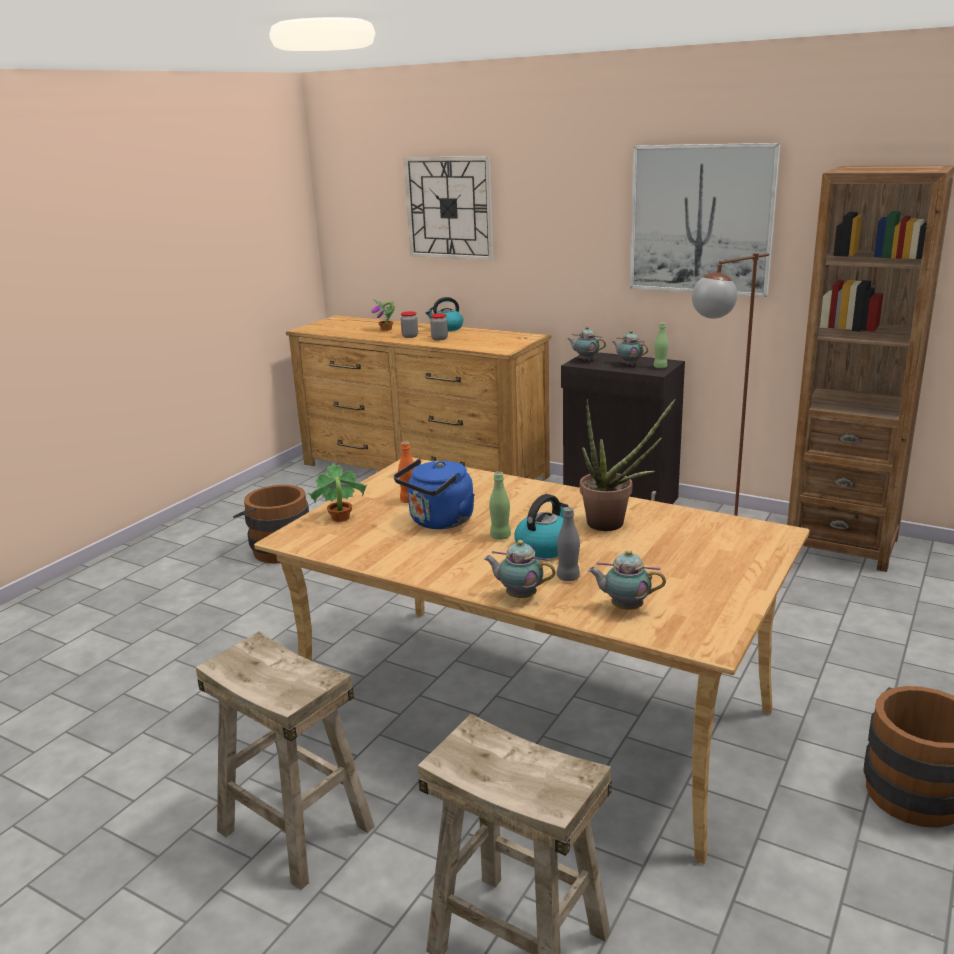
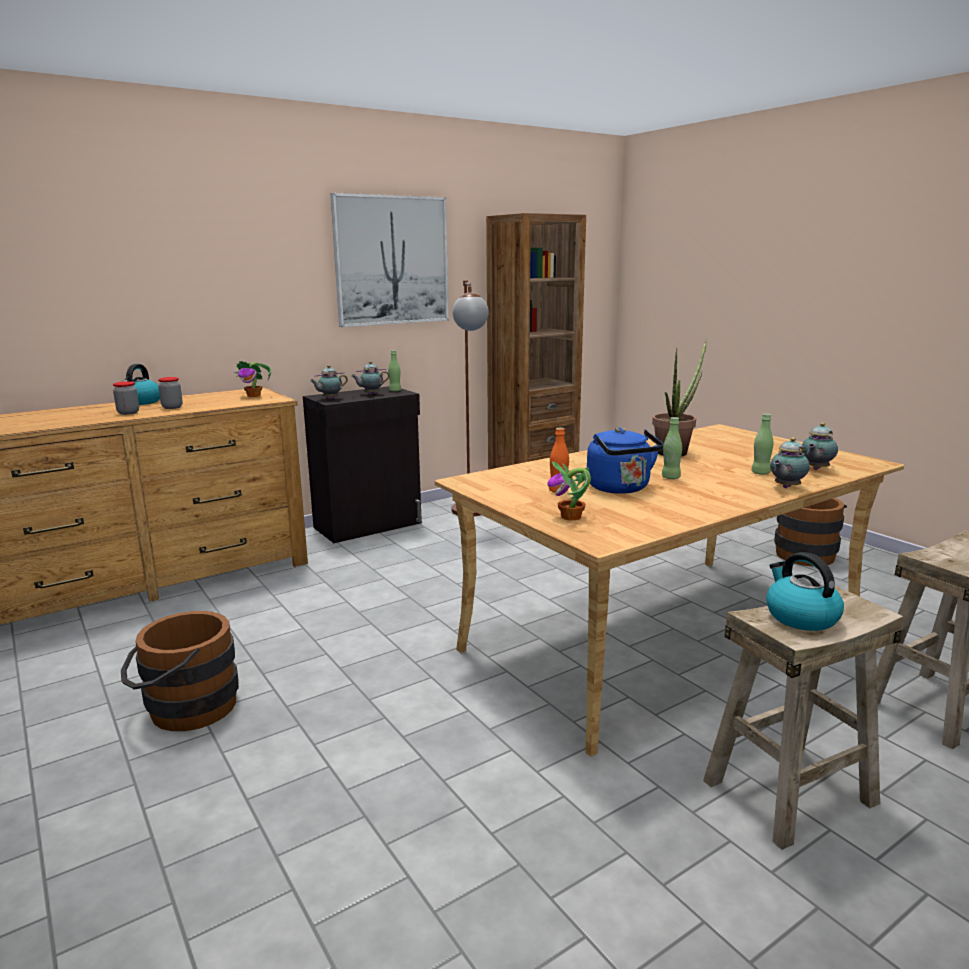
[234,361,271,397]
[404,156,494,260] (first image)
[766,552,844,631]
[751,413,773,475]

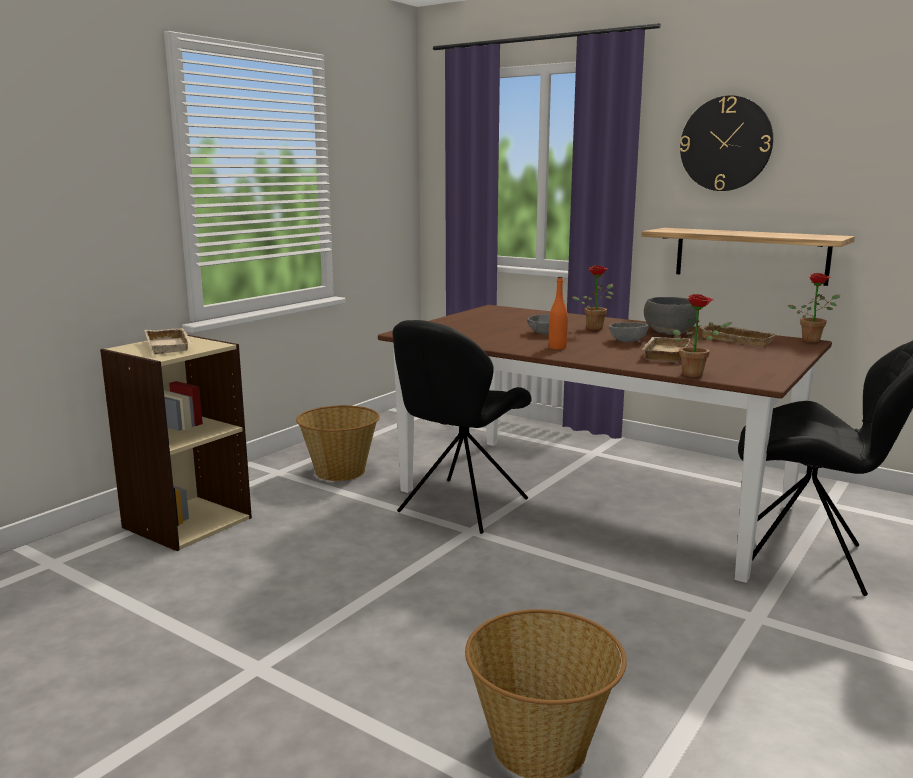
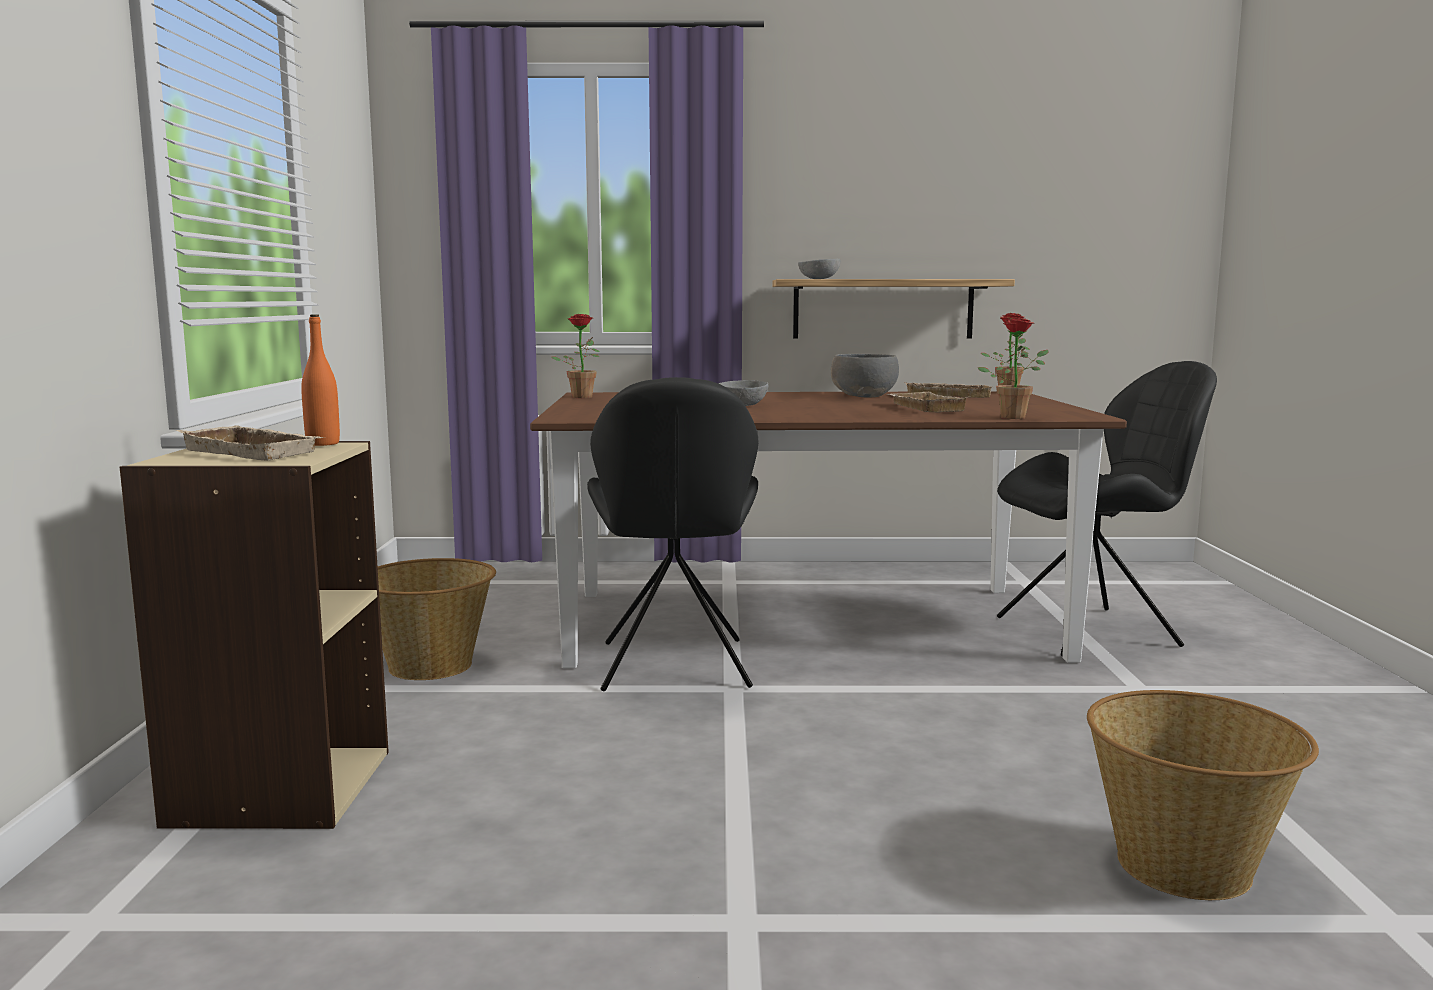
[301,315,340,446]
[552,314,600,398]
[798,258,840,279]
[680,95,773,191] (first image)

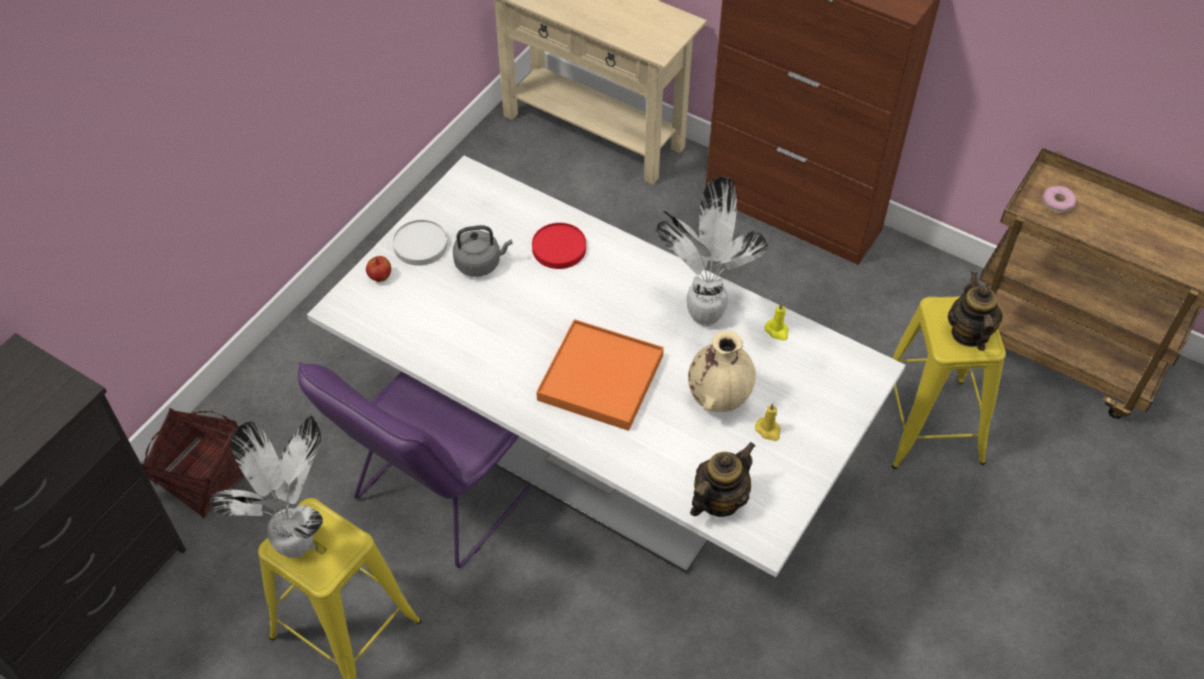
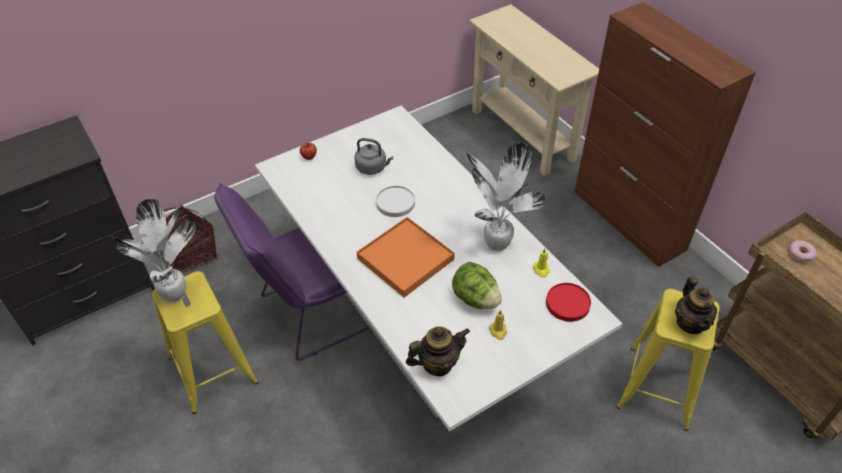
[376,186,415,217]
[546,283,591,322]
[452,262,502,309]
[675,276,717,334]

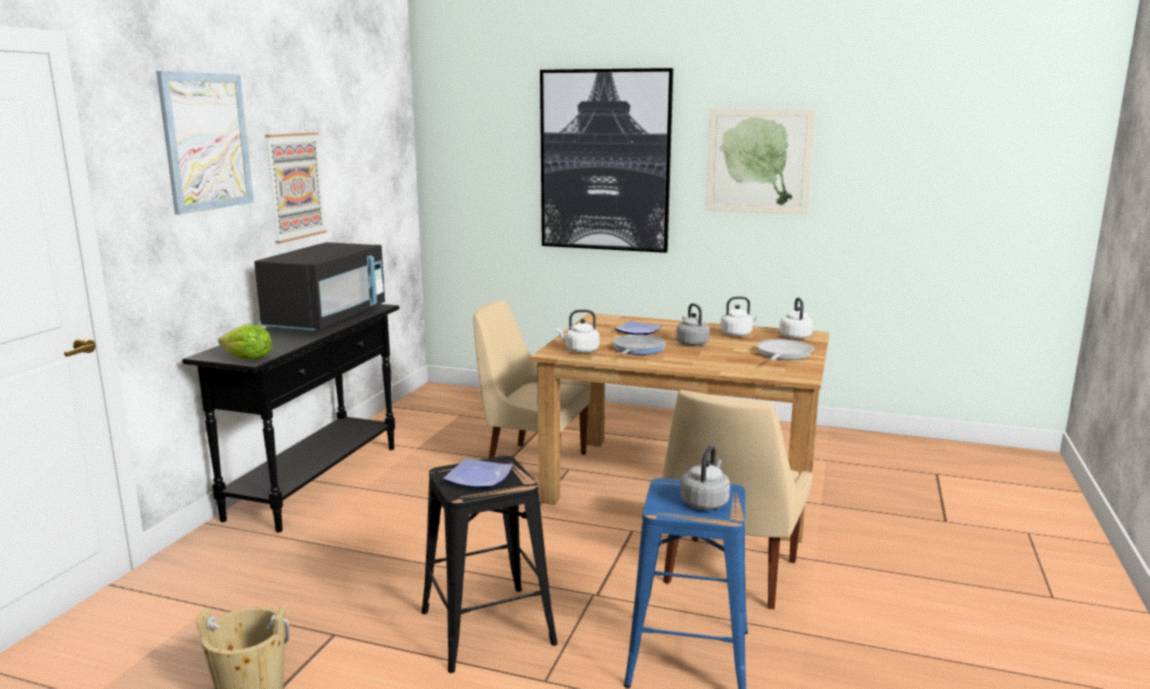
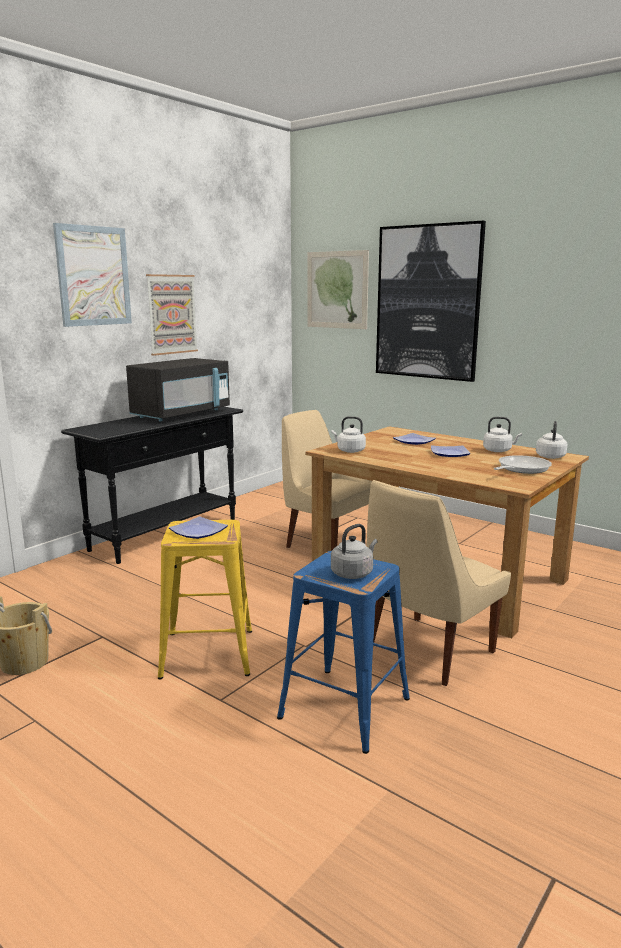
[218,324,272,360] (first image)
[158,520,252,679]
[613,335,666,355] (first image)
[431,445,470,457]
[307,250,369,329]

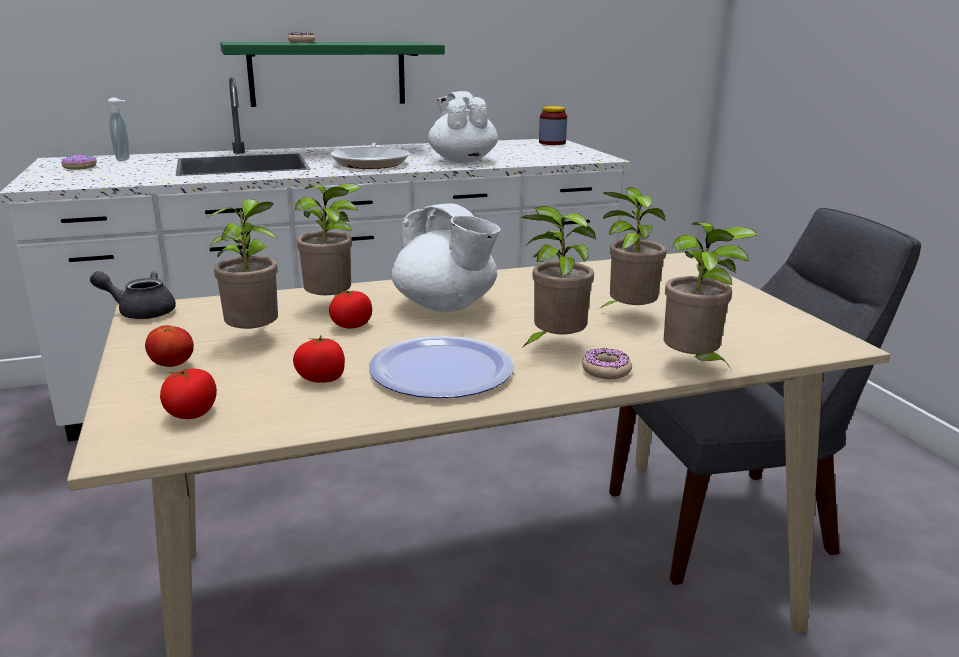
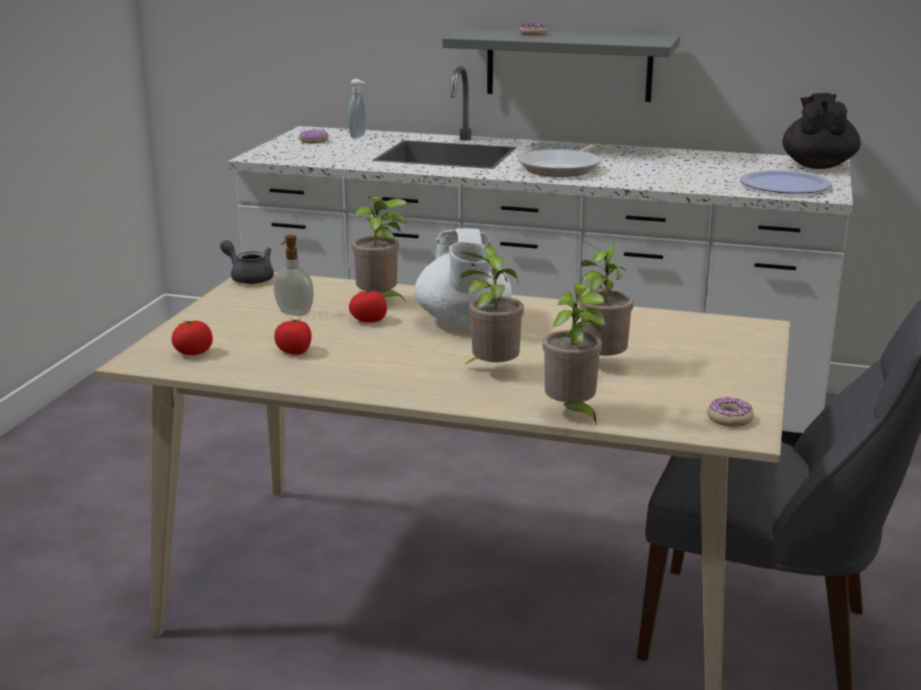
[145,325,194,367] (first image)
[274,235,314,316]
[442,28,680,102]
[740,170,832,194]
[428,91,498,163] (first image)
[782,93,861,169]
[707,397,754,427]

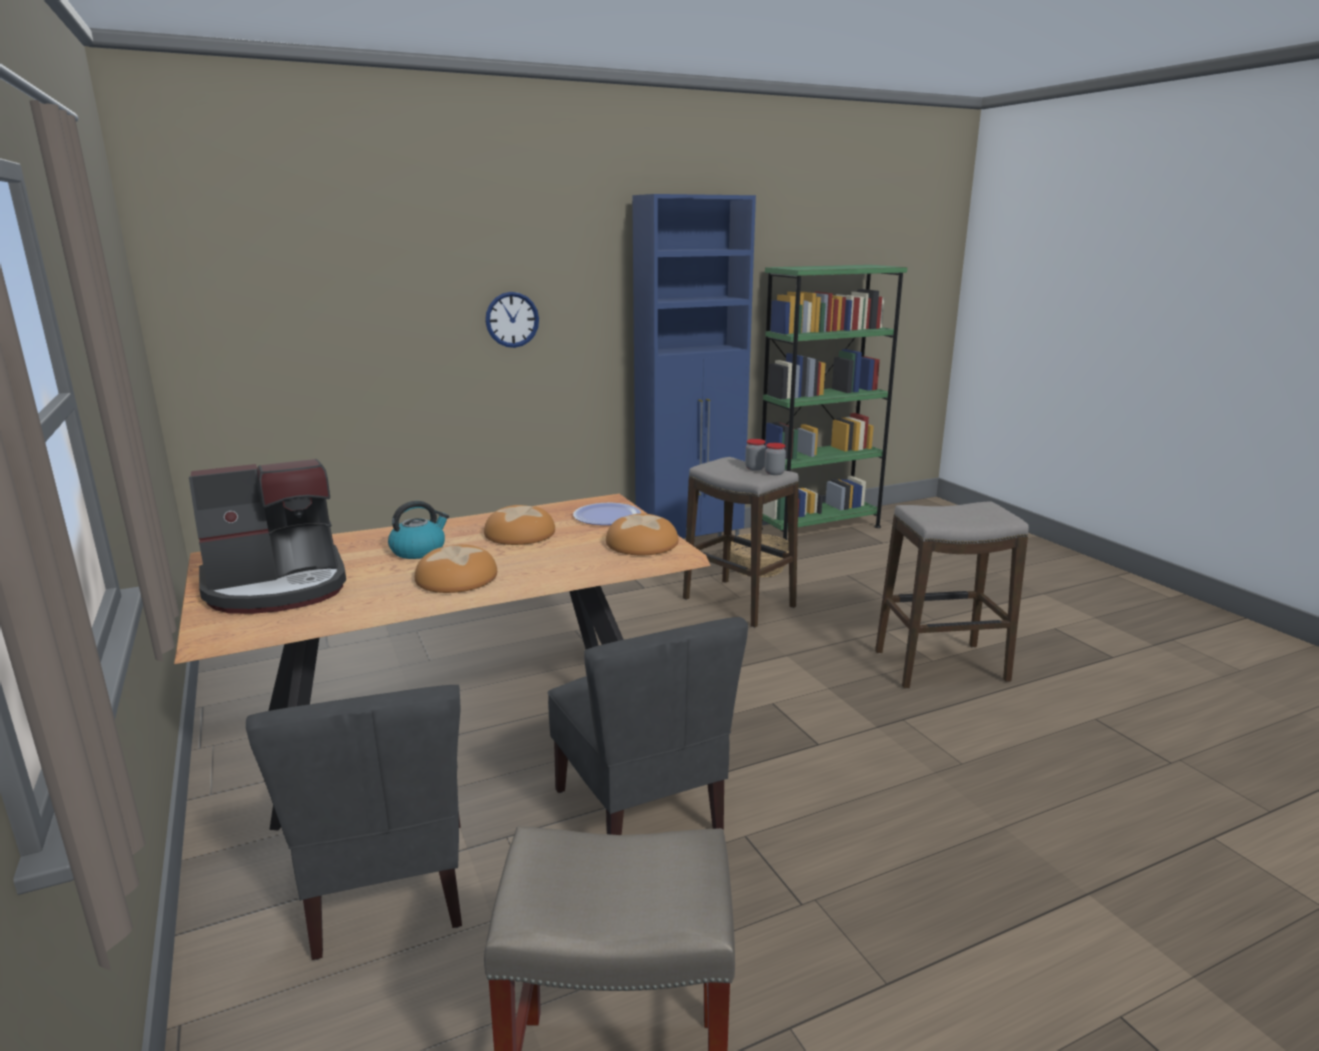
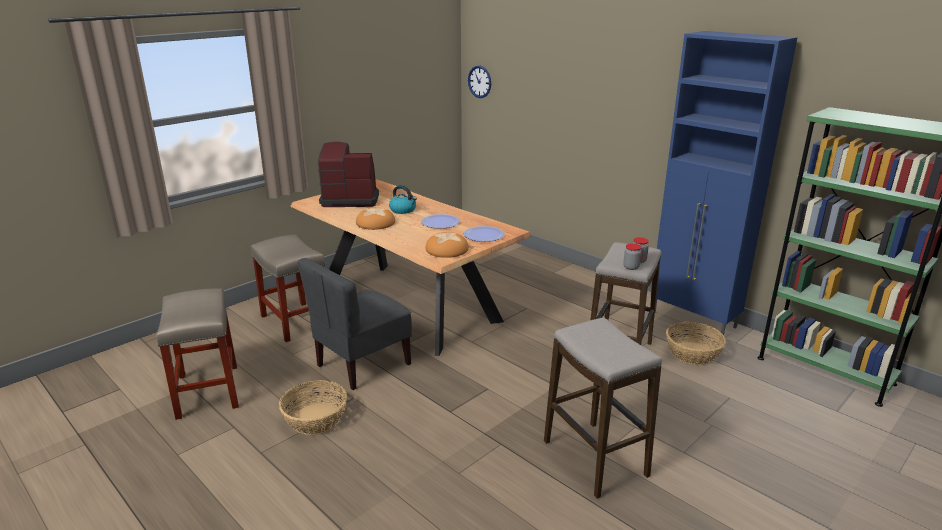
[318,142,379,207]
[251,235,325,342]
[421,214,460,229]
[468,66,491,98]
[279,380,347,435]

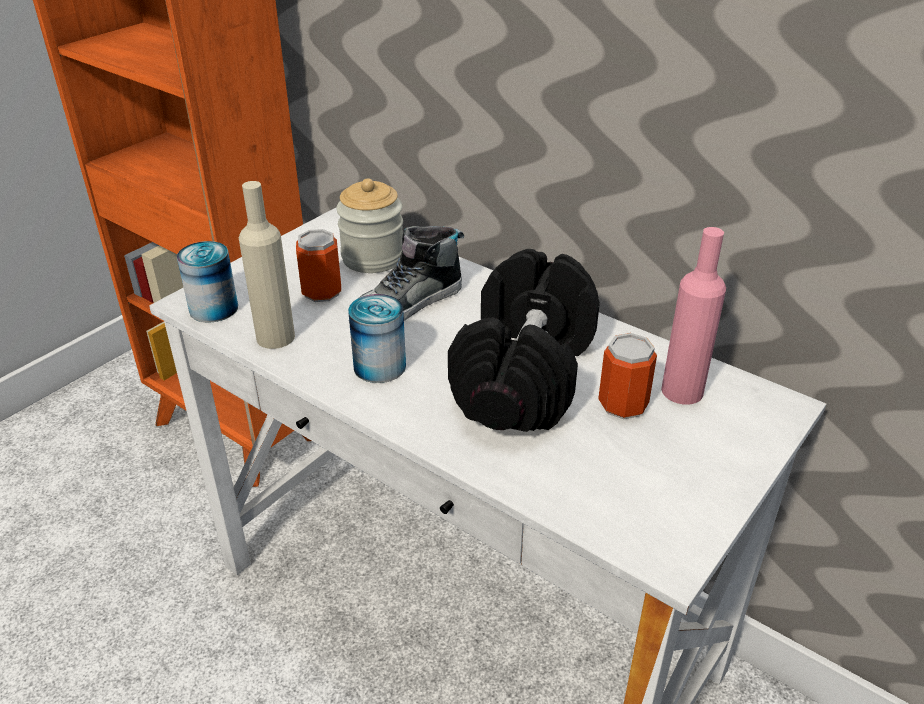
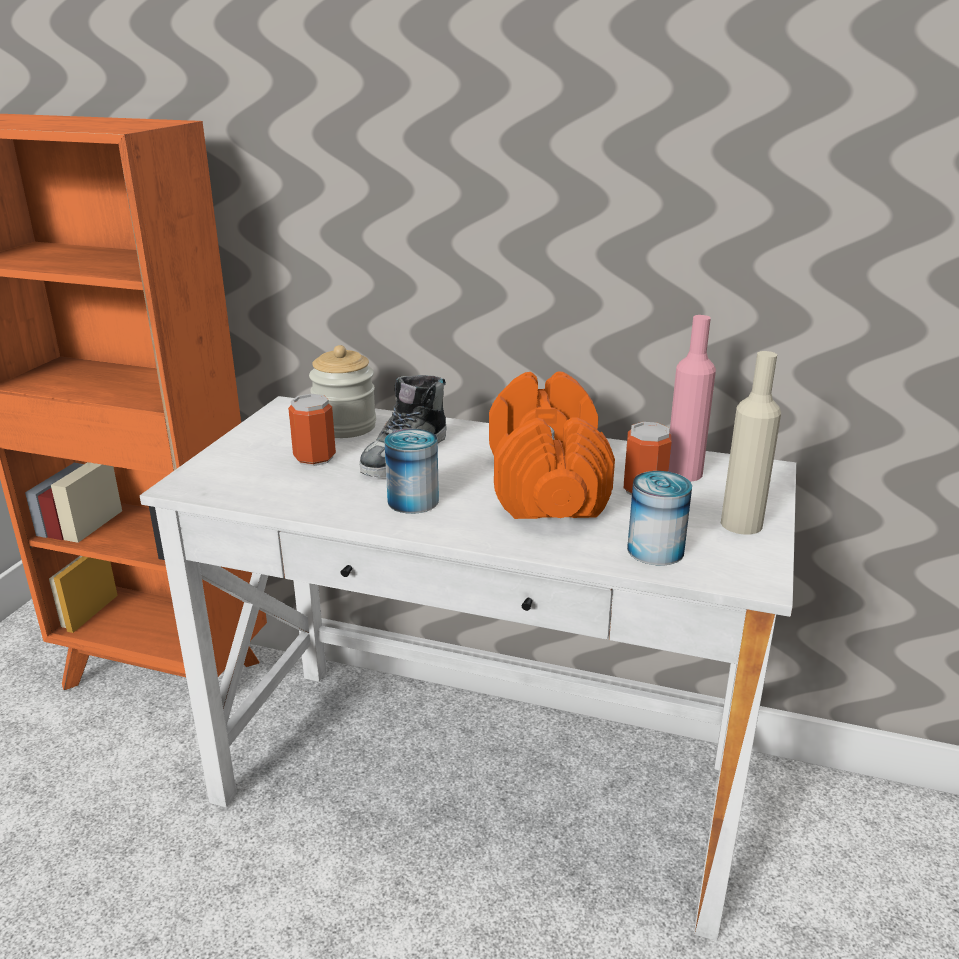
[627,471,692,565]
[721,351,781,535]
[489,371,615,519]

